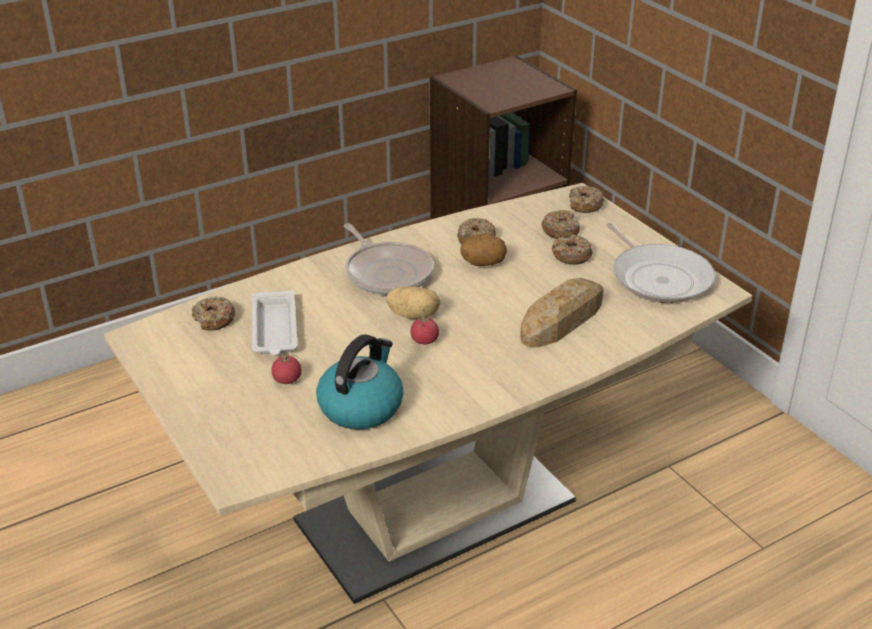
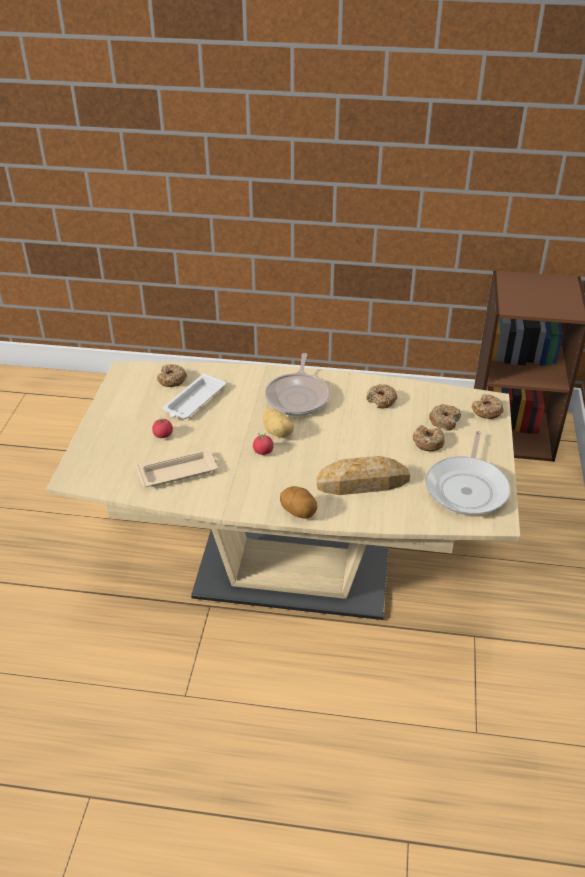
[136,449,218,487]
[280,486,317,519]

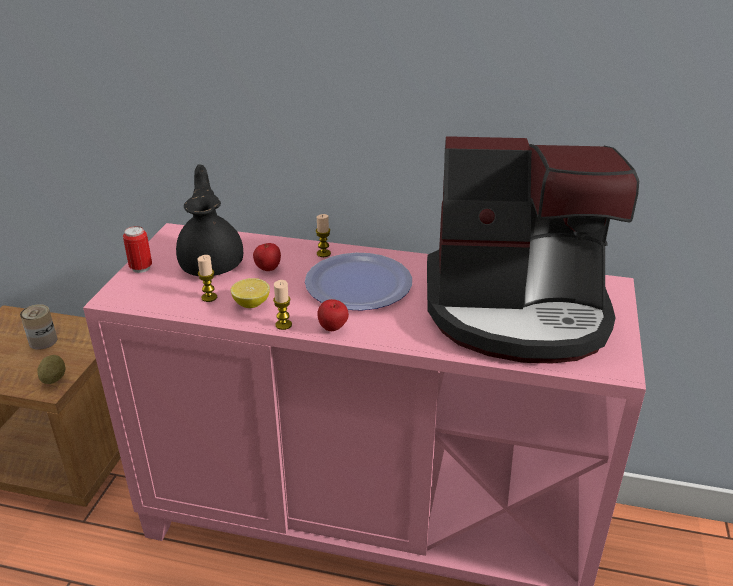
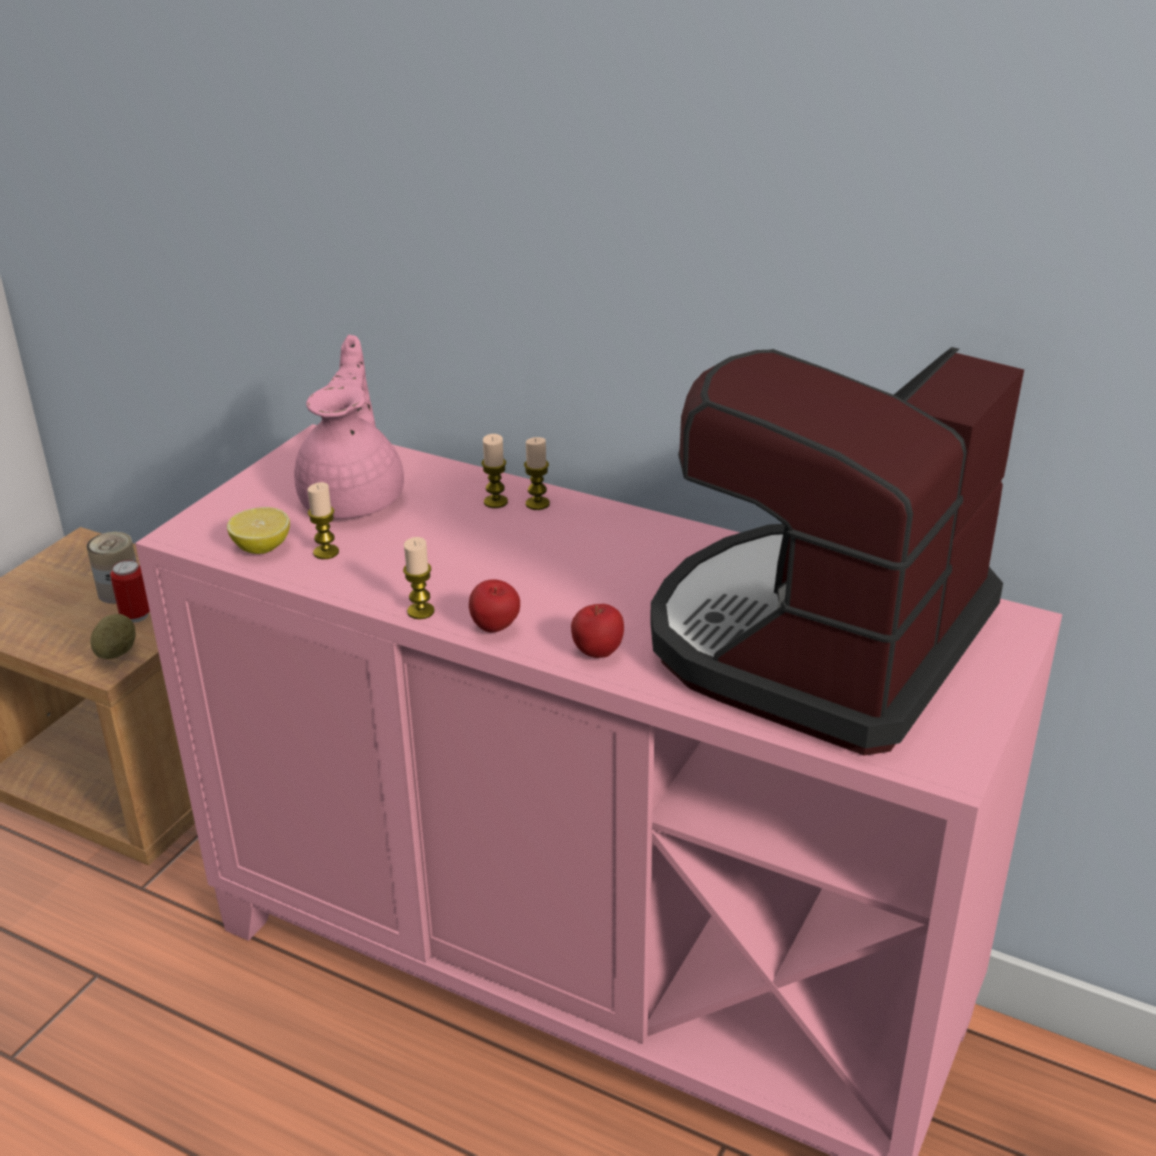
[110,560,150,623]
[294,335,404,519]
[227,507,290,554]
[571,604,624,658]
[305,253,412,311] (first image)
[650,347,1024,756]
[482,434,508,508]

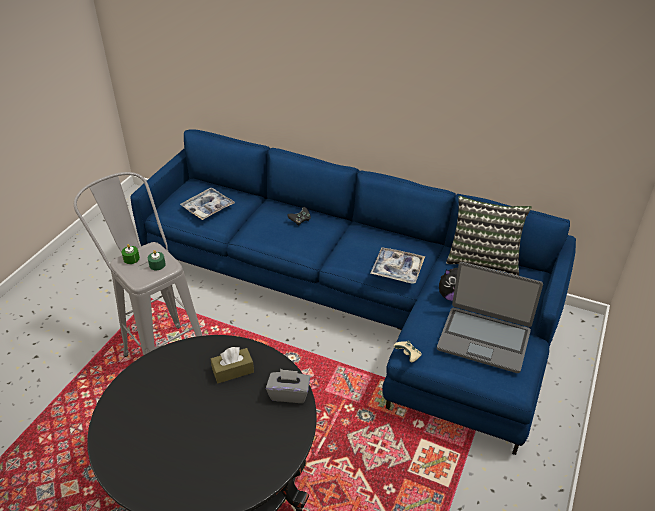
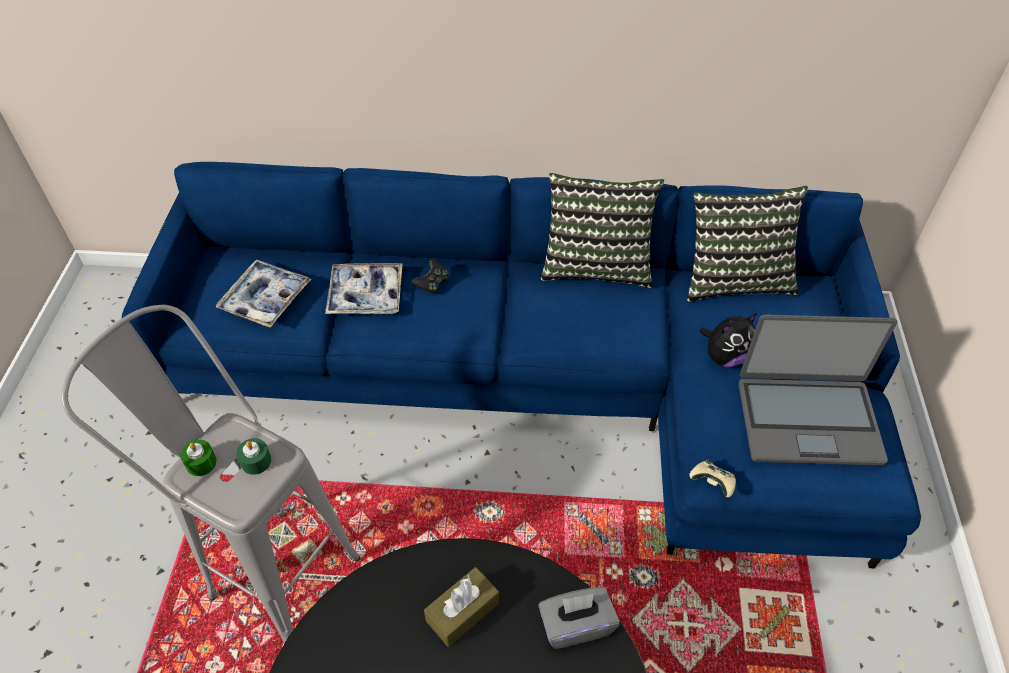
[325,263,403,314]
[541,173,664,288]

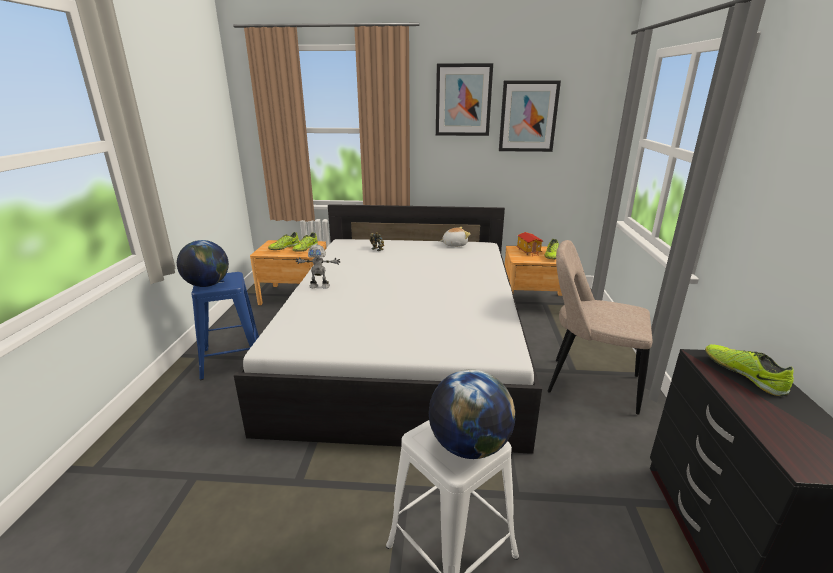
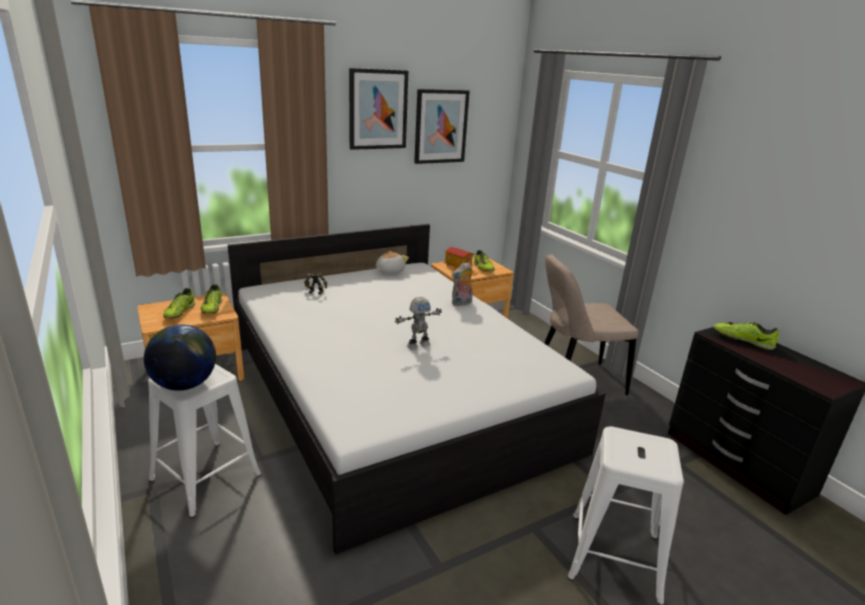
[148,364,261,518]
[395,297,442,349]
[428,369,515,459] (first image)
[452,262,472,306]

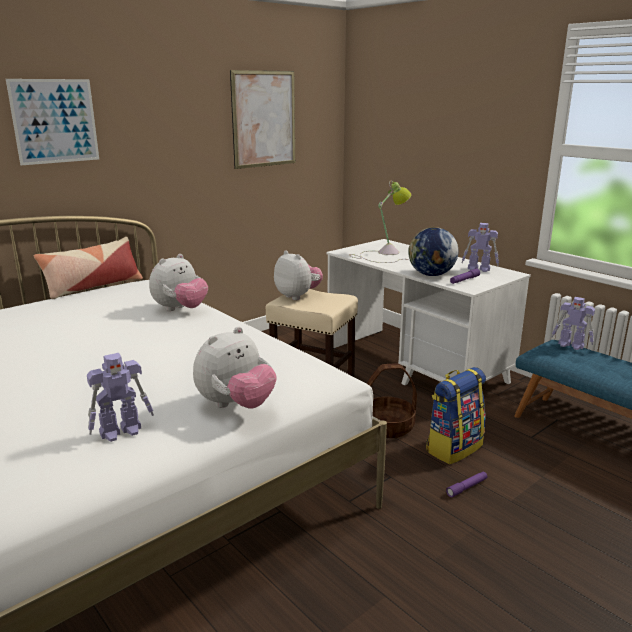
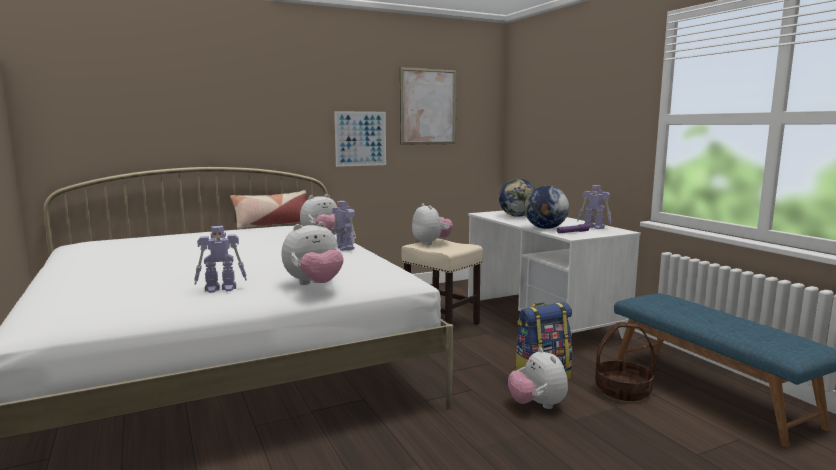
[334,111,386,167]
[499,179,535,217]
[595,322,656,401]
[508,348,568,409]
[331,201,356,251]

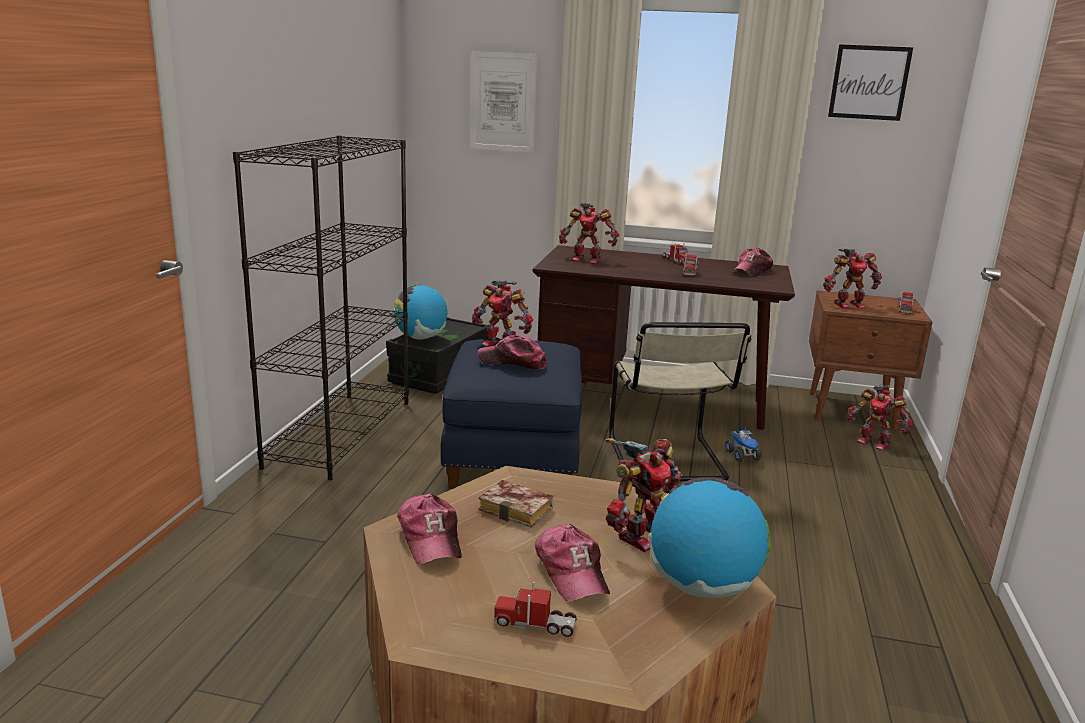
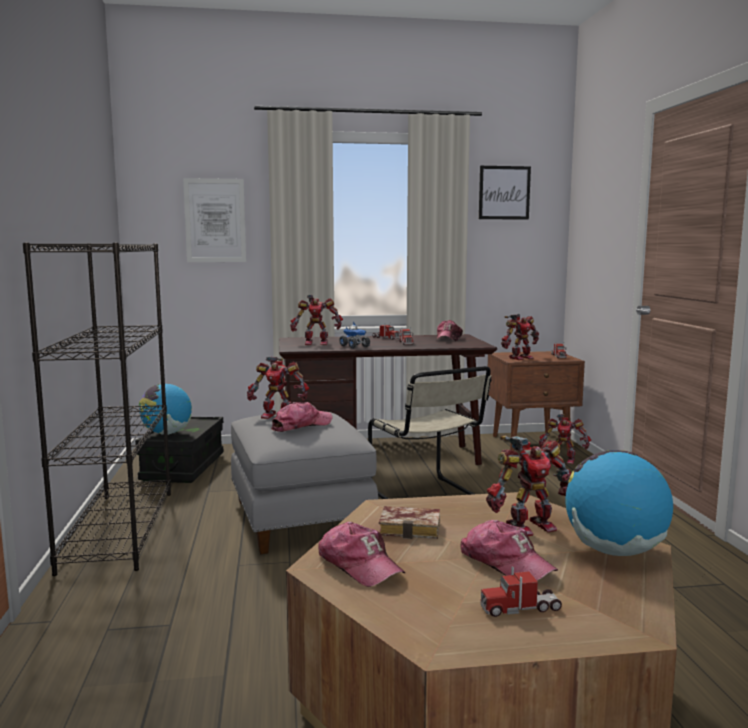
[231,411,378,554]
[271,402,332,432]
[486,435,571,536]
[339,321,370,349]

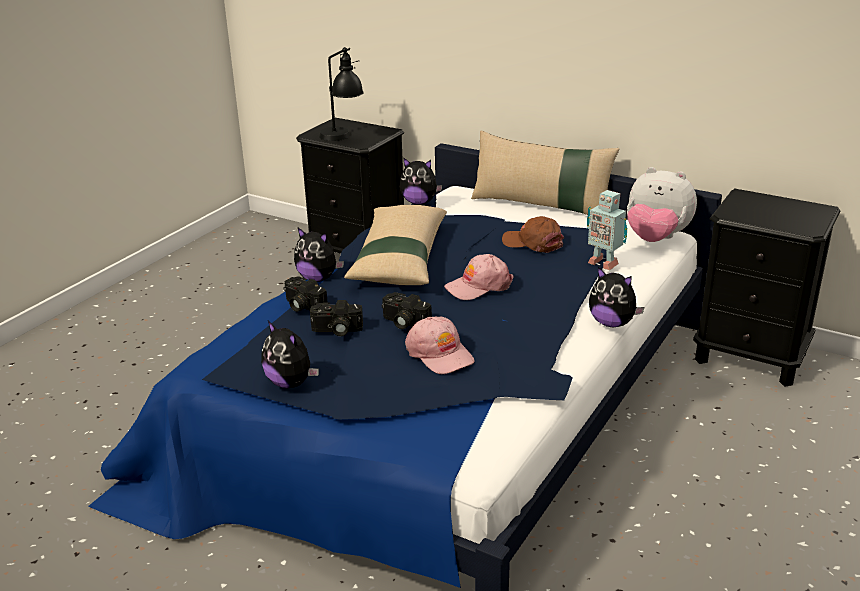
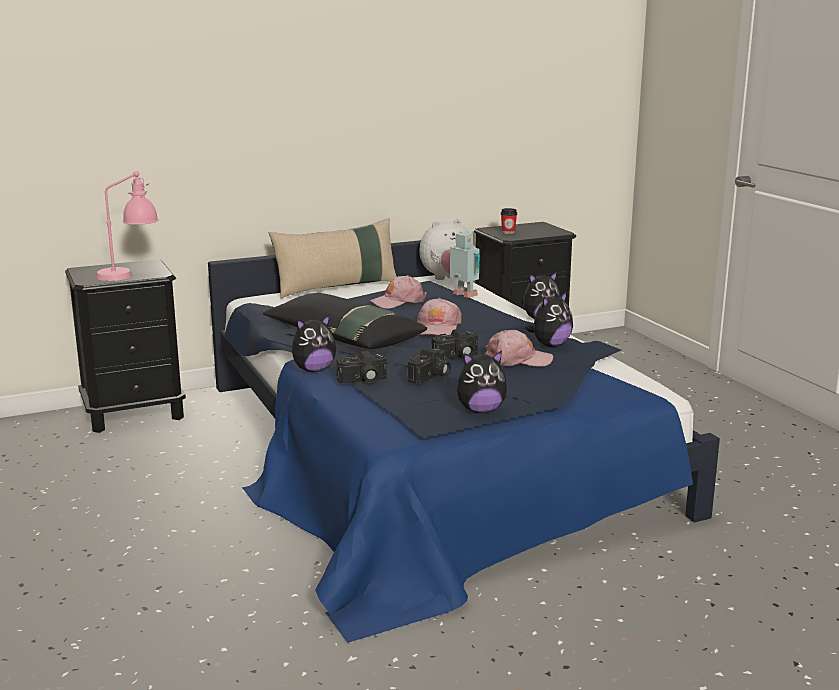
[96,171,159,281]
[263,293,427,349]
[525,291,573,347]
[370,275,427,309]
[450,232,480,298]
[501,208,517,234]

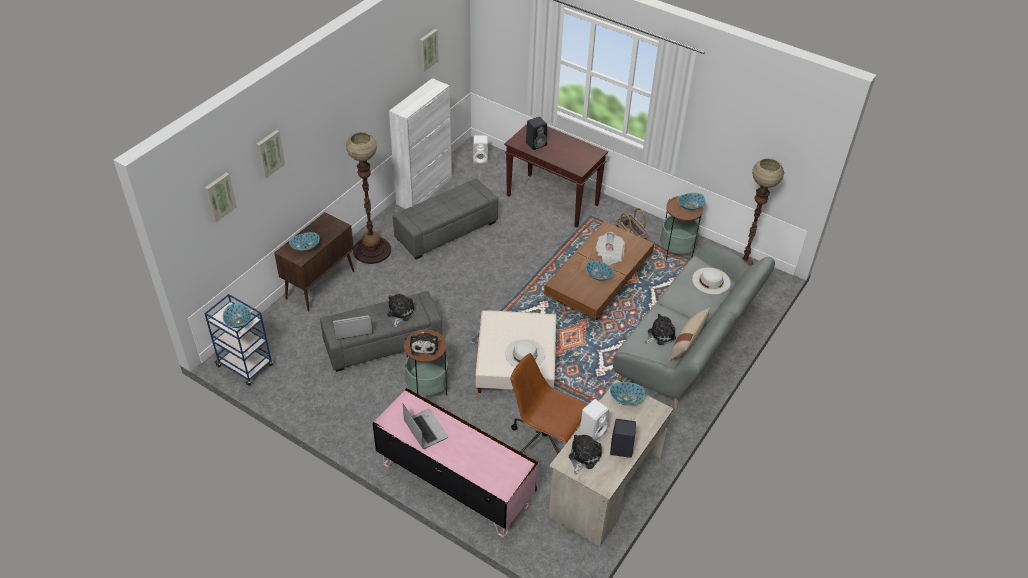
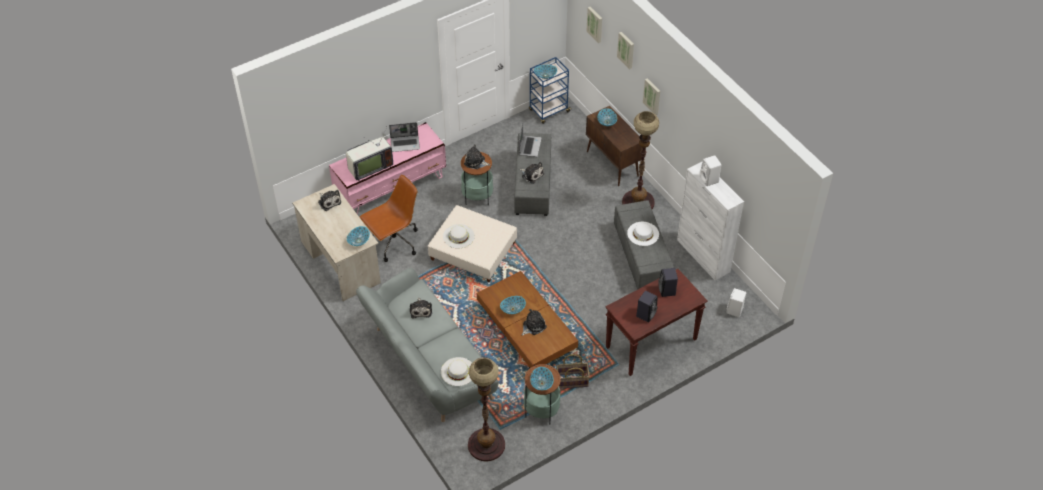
[643,78,660,115]
[700,155,721,186]
[522,309,547,336]
[636,291,657,323]
[668,308,710,362] (first image)
[346,125,393,181]
[627,222,659,246]

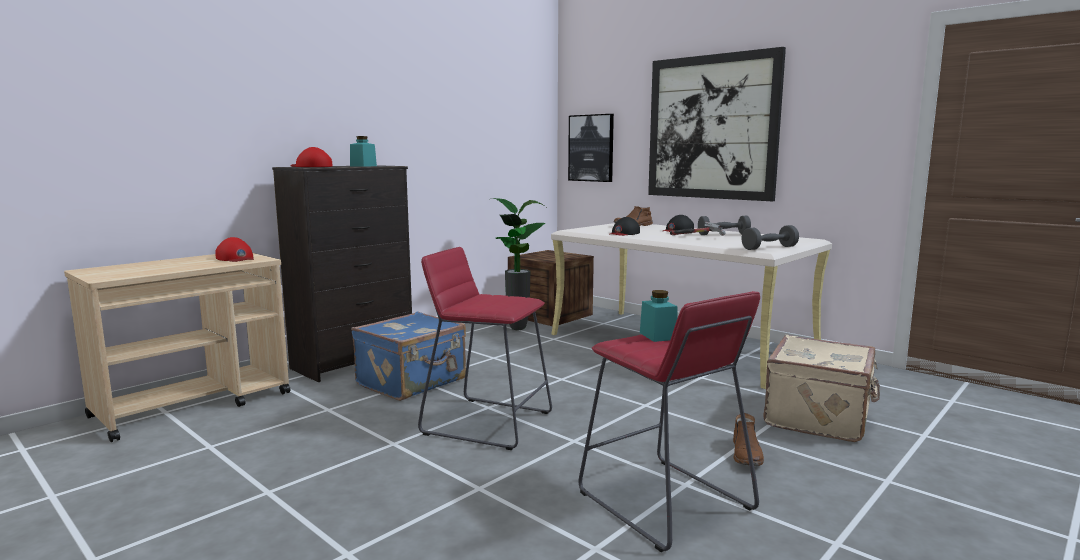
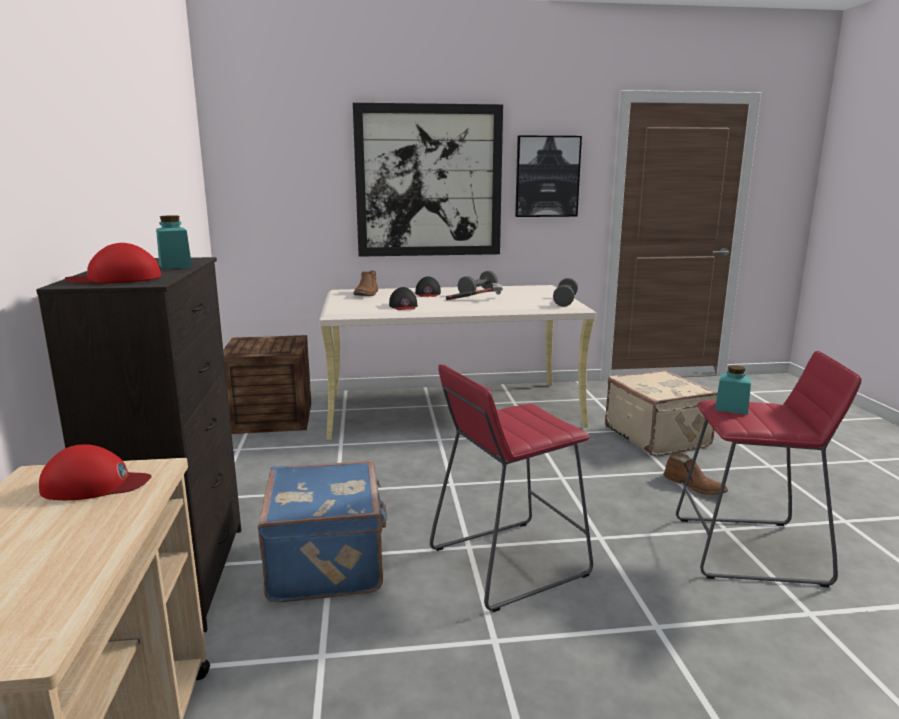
[494,198,546,330] (first image)
[515,136,582,217]

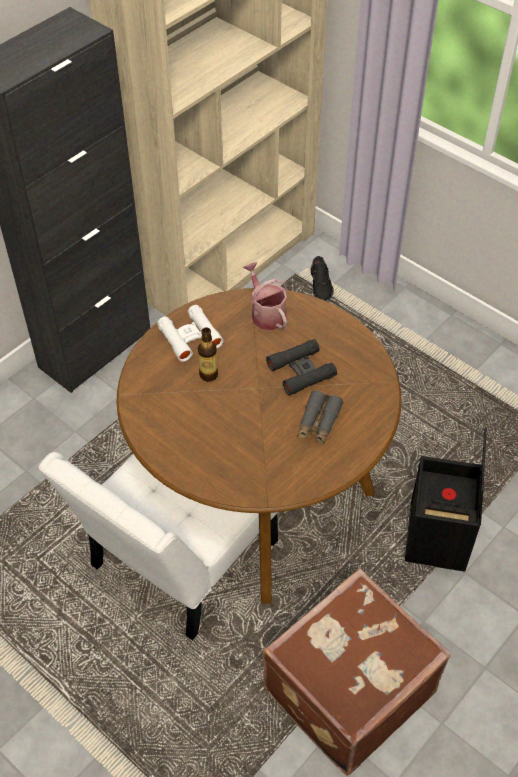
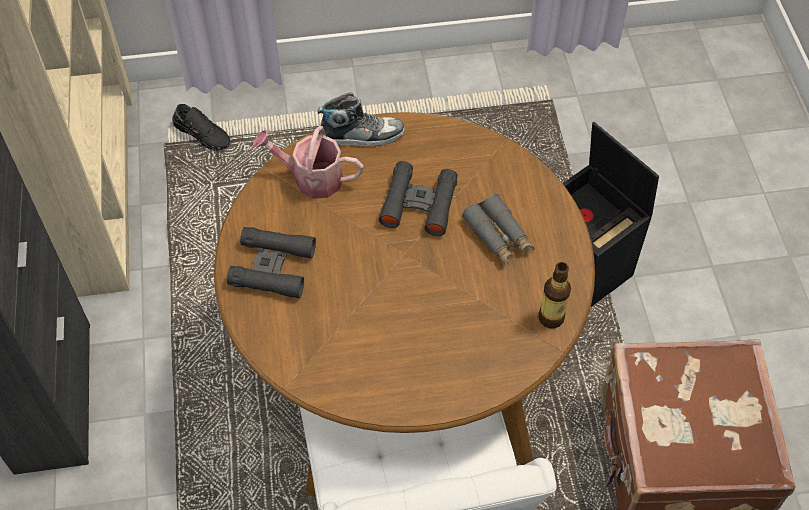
[227,227,316,298]
[538,262,571,328]
[318,92,405,146]

